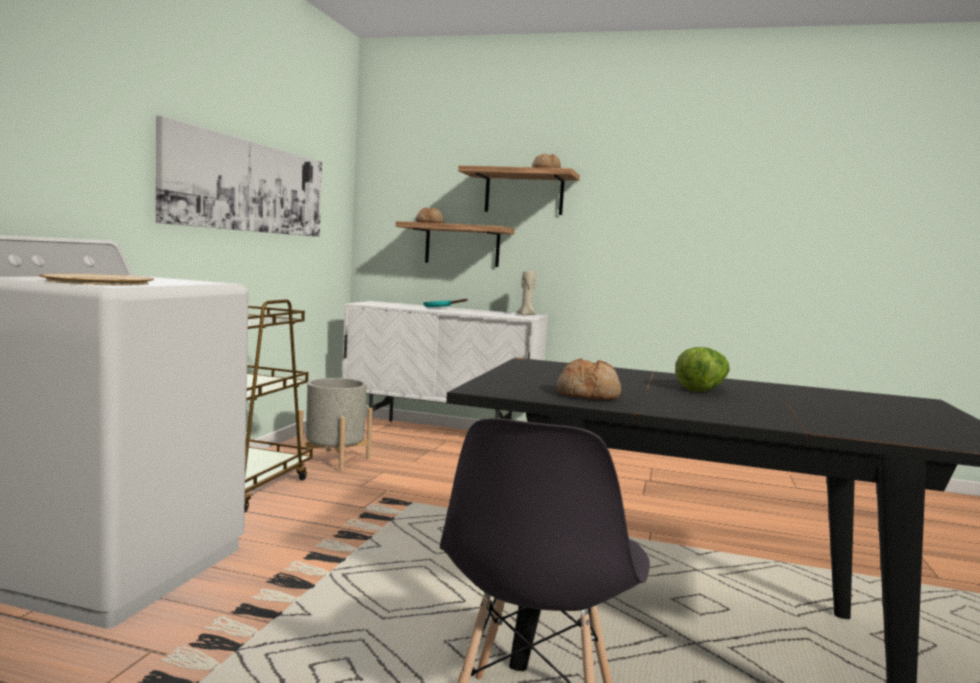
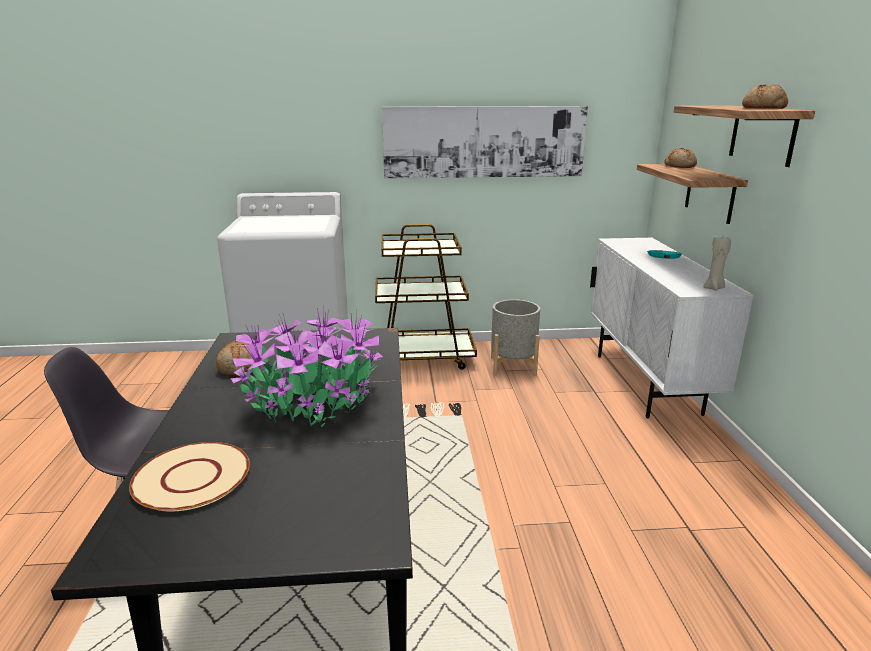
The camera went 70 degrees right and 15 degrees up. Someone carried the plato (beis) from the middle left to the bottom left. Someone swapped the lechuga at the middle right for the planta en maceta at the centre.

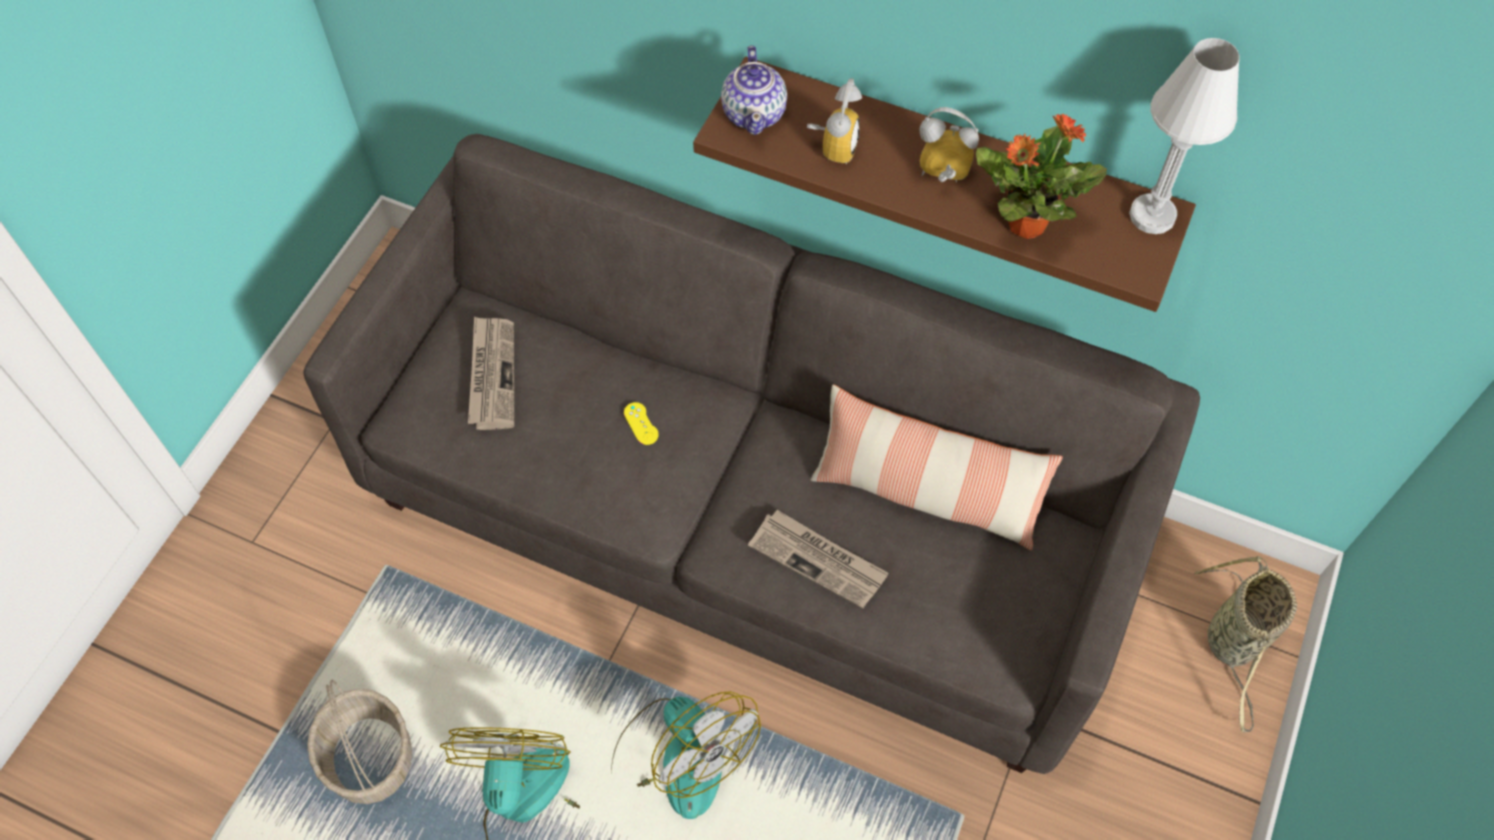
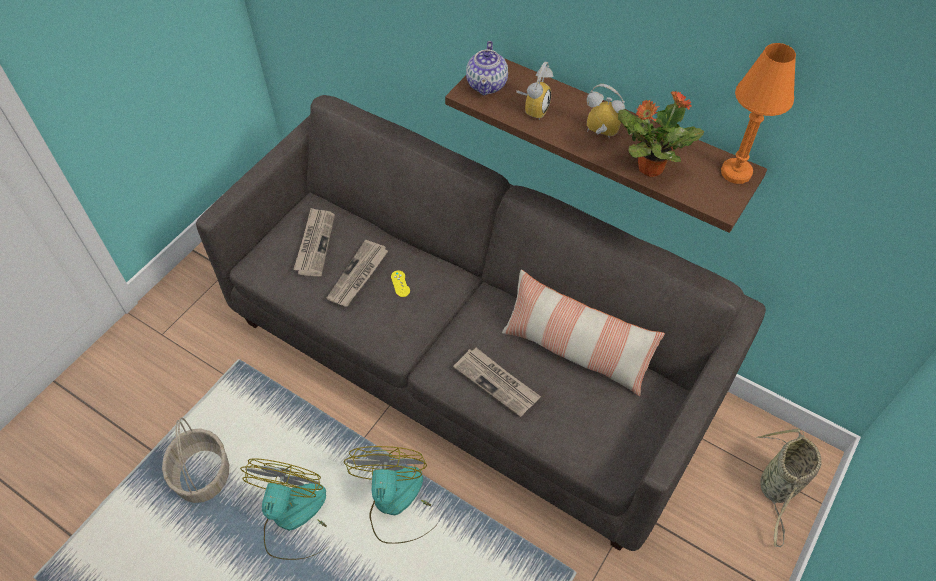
The camera went 10 degrees right and 5 degrees down. Someone rotated the ventilador (no. 2 from left) at the bottom centre by 150 degrees counterclockwise. Someone repainted the lámpara de mesa (blanco) at the top right, which became the lámpara de mesa (naranja) at the top right. Someone put down the periódico (no. 2 from left) at the centre.

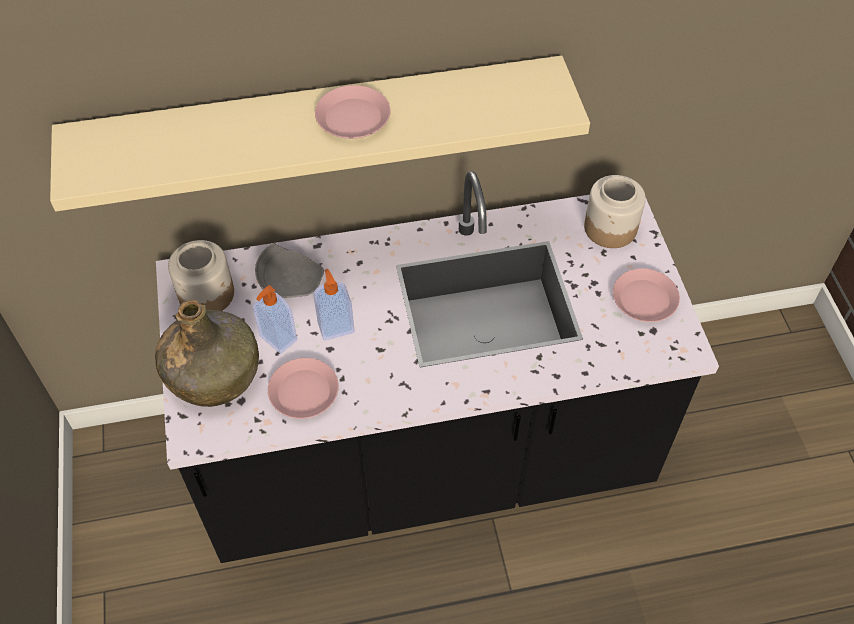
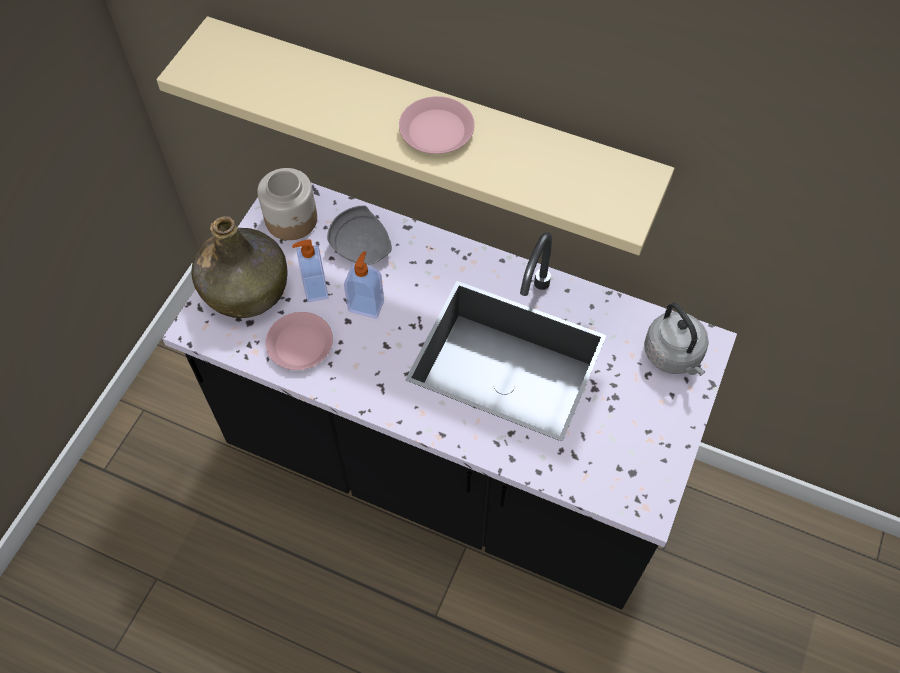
The camera went 35 degrees right and 5 degrees up. Someone swapped the tarro (no. 2 from left) at the middle right for the hervidor (gris) at the middle right. Someone took away the plato (rosa) (no. 3 from left) at the middle right.

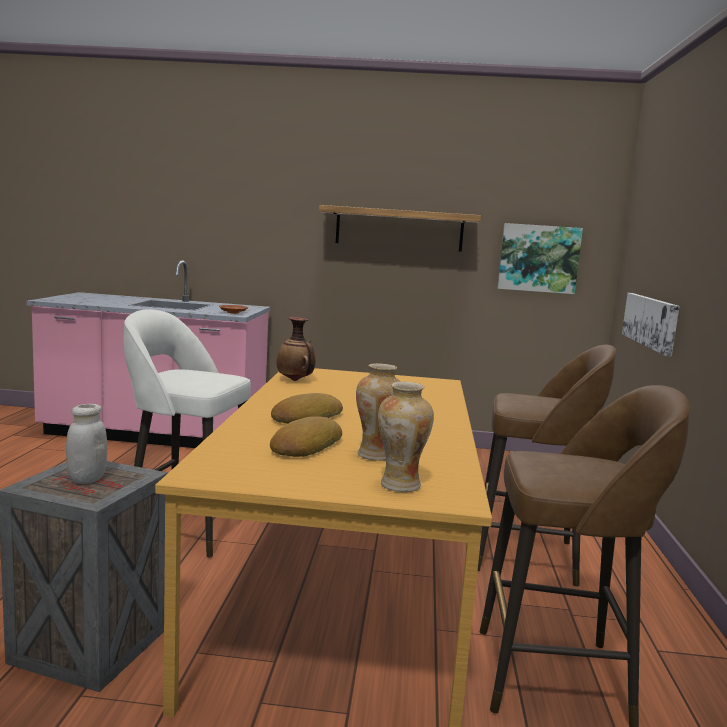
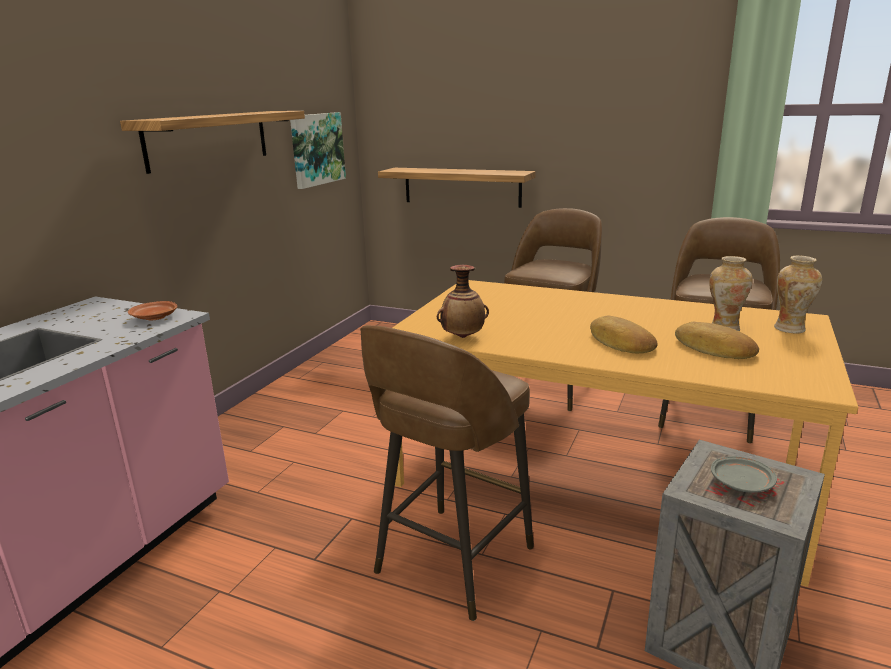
The camera went 70 degrees left and 10 degrees up. Someone swapped the tarro (blanco) at the middle left for the plato (gris) at the bottom right. Someone repainted the taburete (blanco) at the middle left, which became the taburete (marrón) (no. 1 from left) at the bottom centre. Someone swapped the cuadro (no. 2 from left) at the middle right for the estante (no. 2 from left) at the top centre.

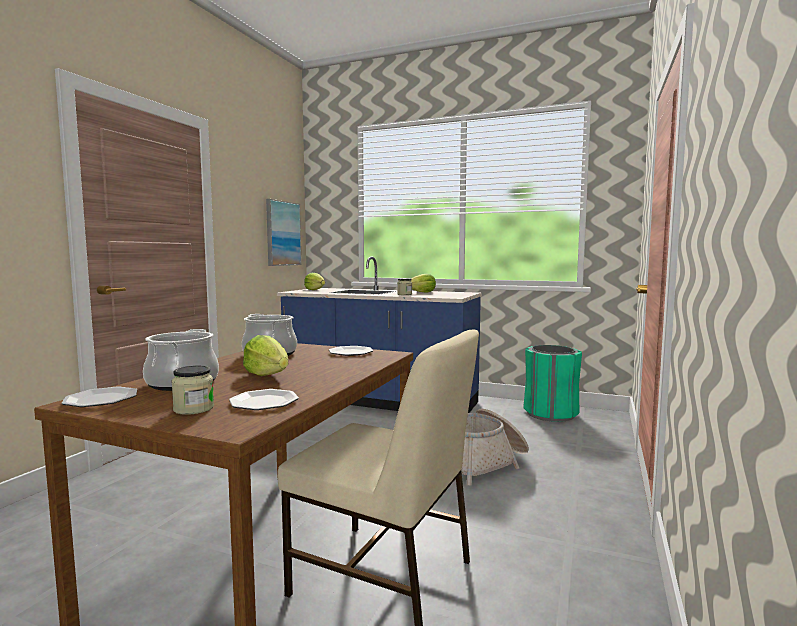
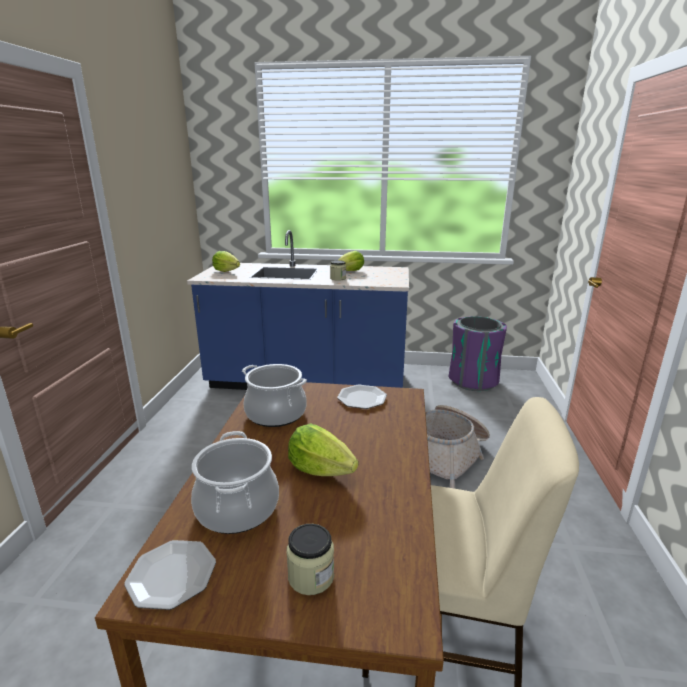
The camera went 15 degrees left and 15 degrees up. Someone took away the plato (no. 2 from left) at the middle left. Someone took away the cuadro at the centre. Someone repainted the papelera (verde) at the middle right, which became the papelera (morado) at the middle right.

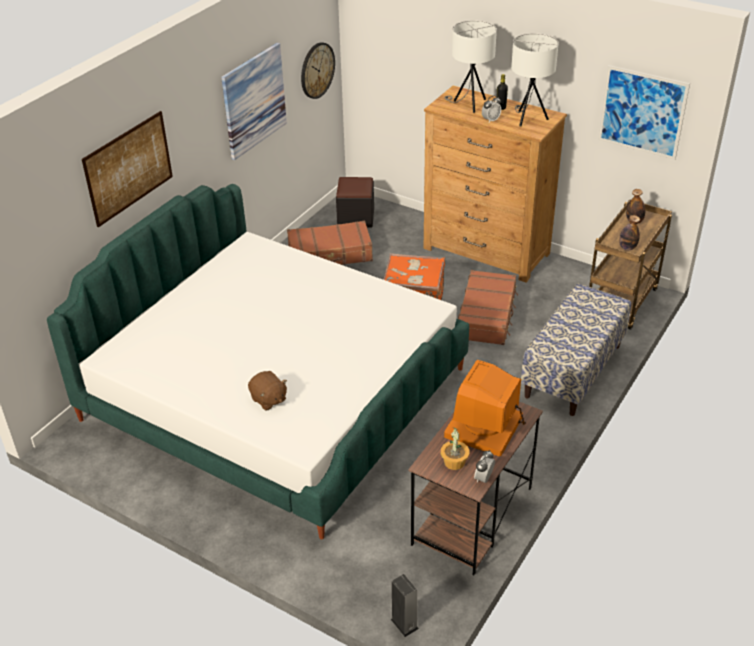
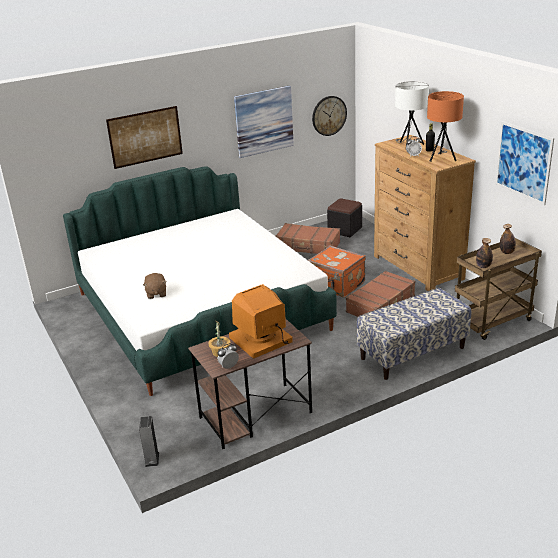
The camera went 30 degrees right and 10 degrees down. Someone repainted the lámpara de mesa (blanco) (no. 2 from left) at the top right, which became the lámpara de mesa (naranja) at the top right.

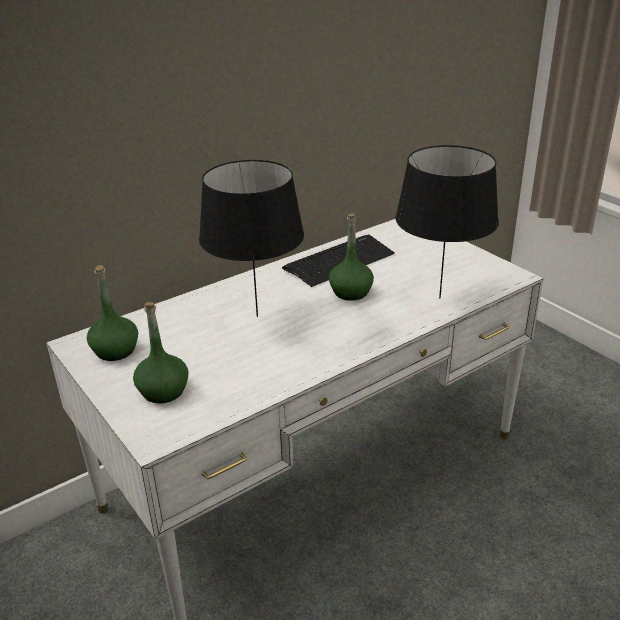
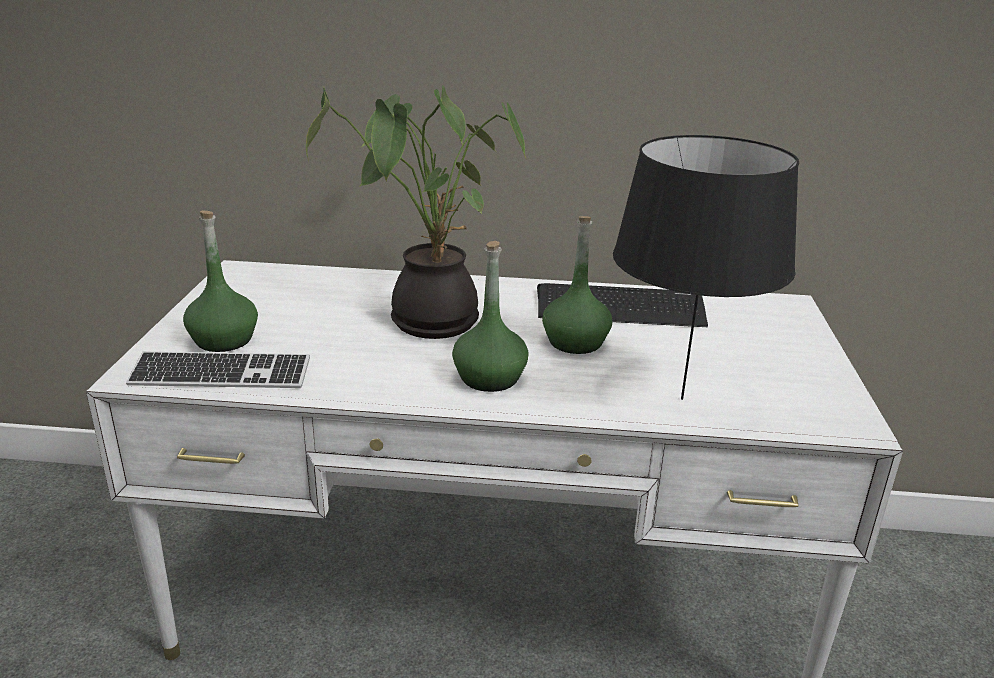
The camera went 40 degrees right and 5 degrees down. Someone carried the botella (verde) (no. 1 from left in the first image) from the middle left to the centre. Someone swapped the lámpara de mesa (negro) (no. 1 from left) at the centre for the planta en maceta at the top centre. Someone put down the teclado (no. 1 from left) at the middle left.

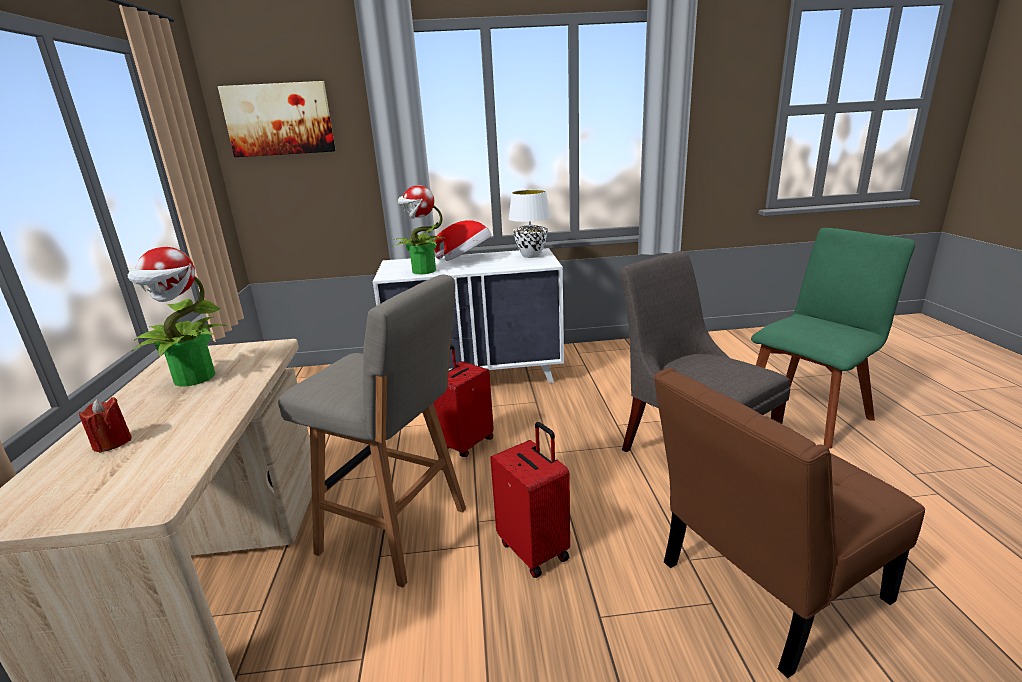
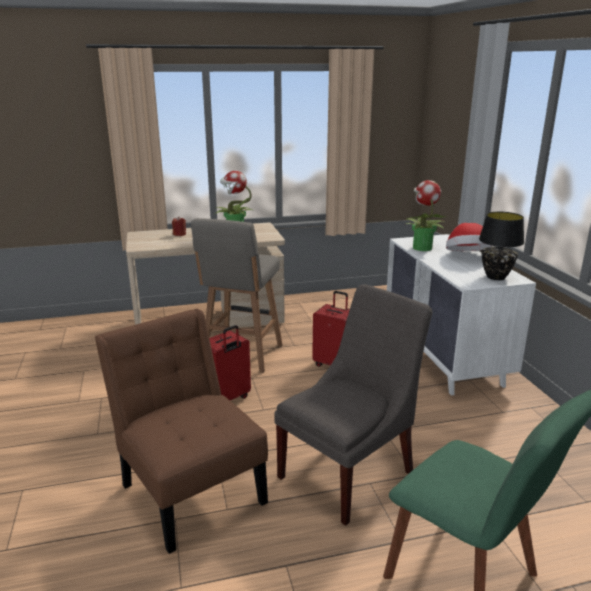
The camera went 80 degrees right and 0 degrees up. Someone took away the cuadro at the top left. Someone repainted the lámpara de mesa (blanco) at the top centre, which became the lámpara de mesa (negro) at the middle right.

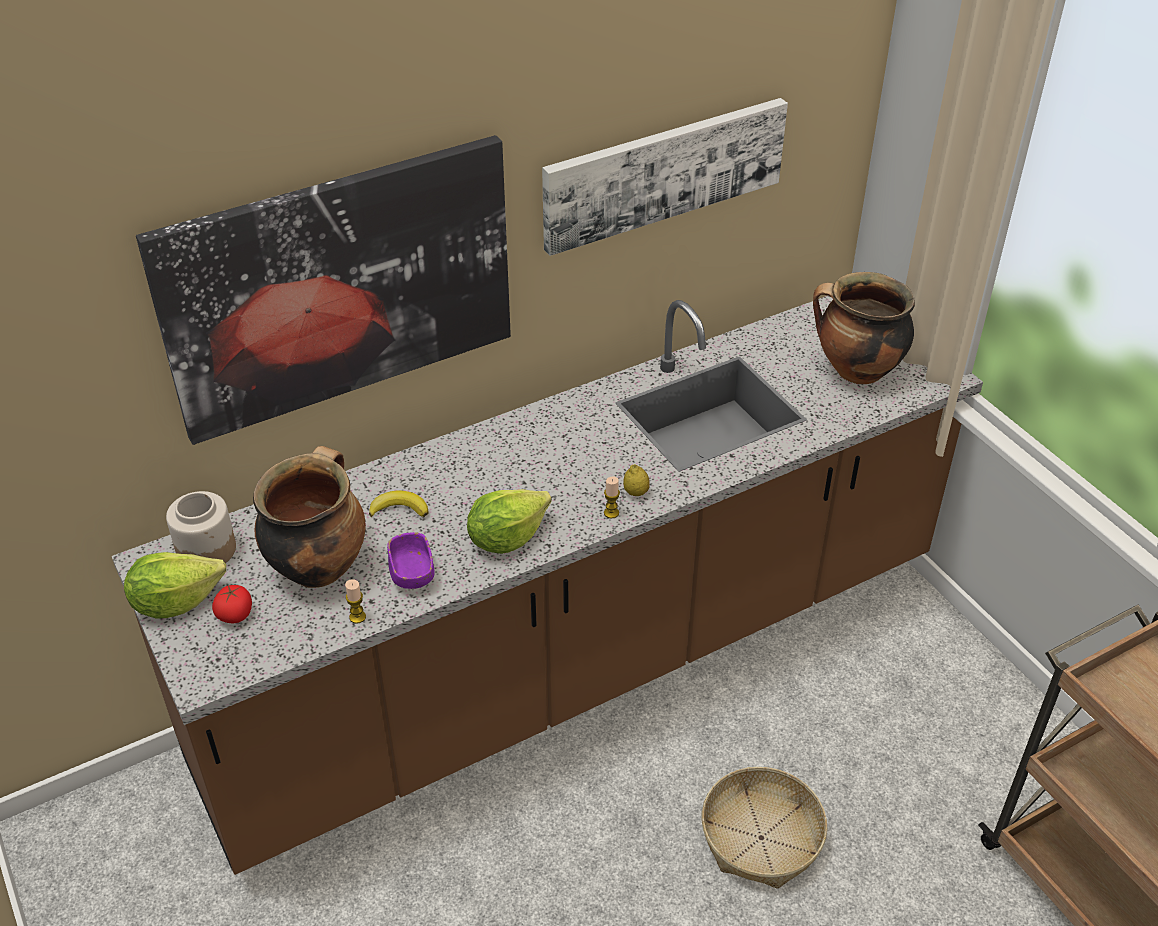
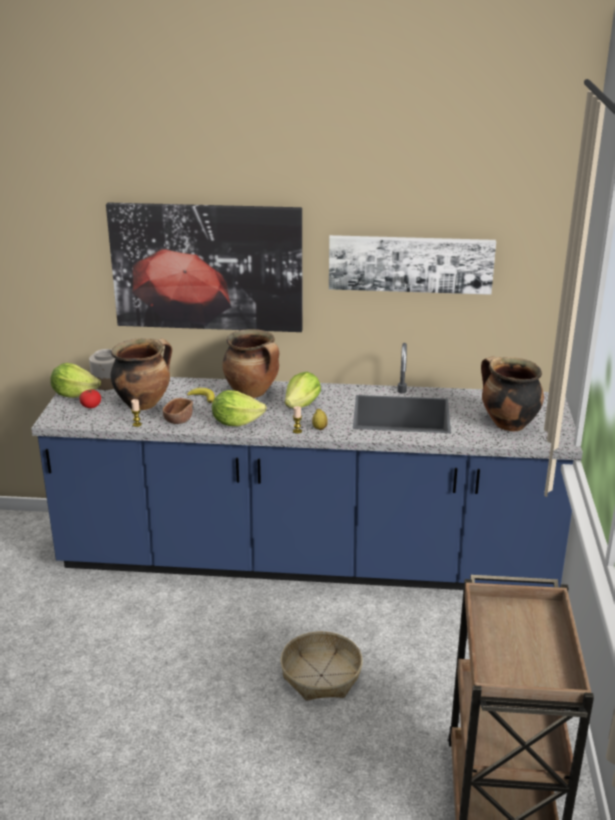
The camera went 35 degrees right and 15 degrees down. Someone repainted the mueble bajo de cocina (marrón) at the centre, which became the mueble bajo de cocina (azul) at the centre. Someone repainted the cuenco (morado) at the centre, which became the cuenco (marrón) at the middle left. Someone put down the olla (no. 2 from left) at the centre. Someone put down the lechuga (no. 3 from left) at the centre.

